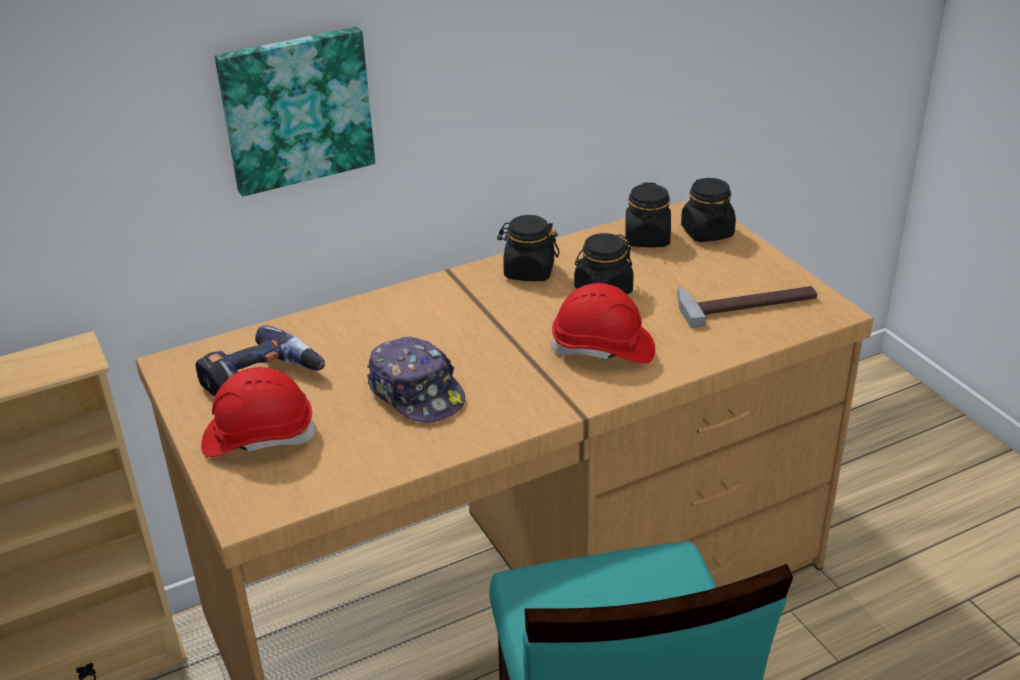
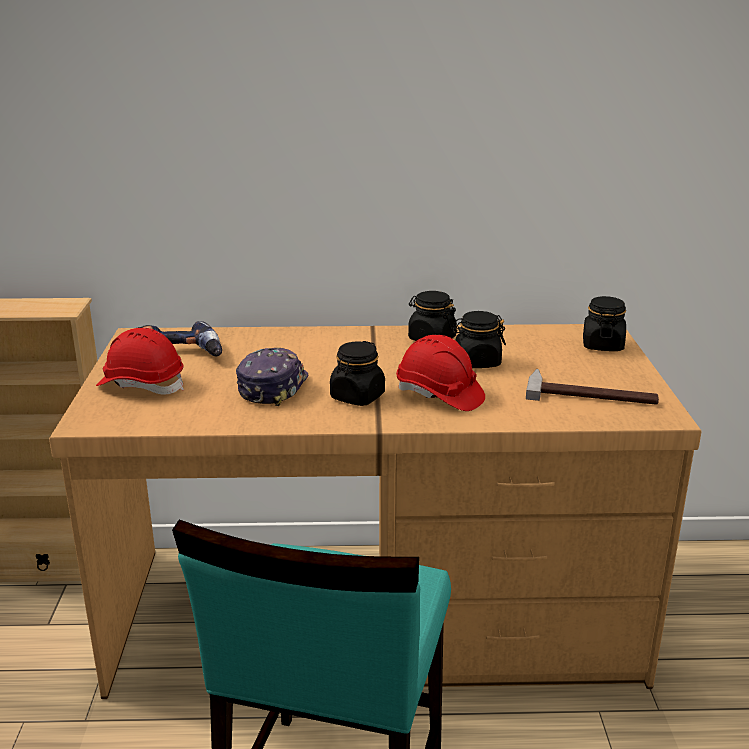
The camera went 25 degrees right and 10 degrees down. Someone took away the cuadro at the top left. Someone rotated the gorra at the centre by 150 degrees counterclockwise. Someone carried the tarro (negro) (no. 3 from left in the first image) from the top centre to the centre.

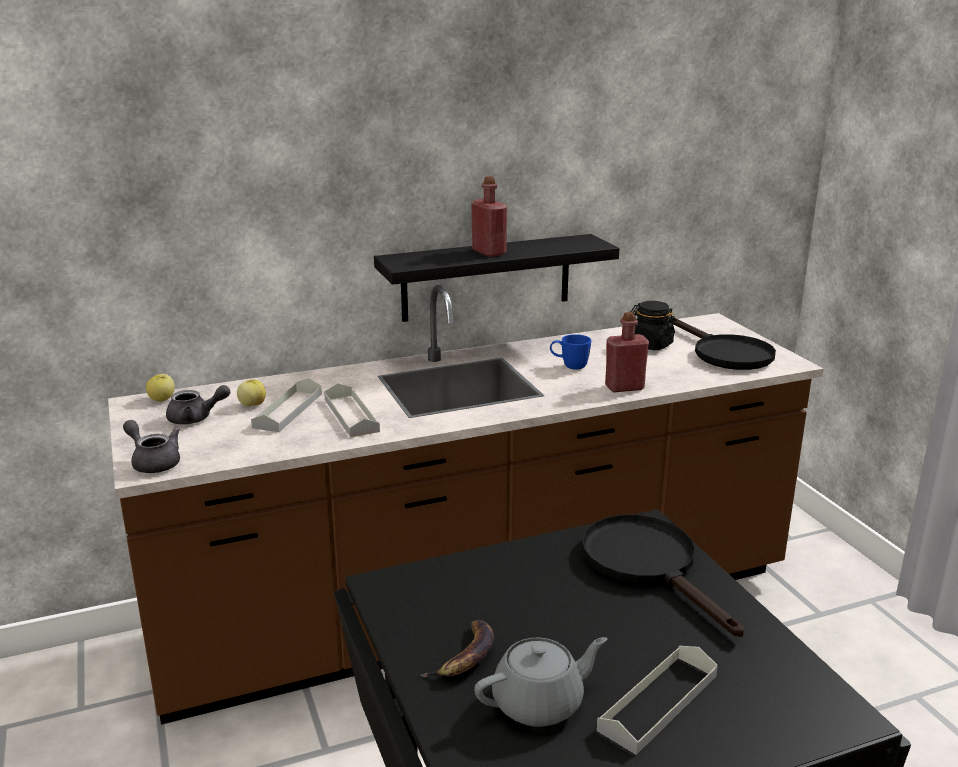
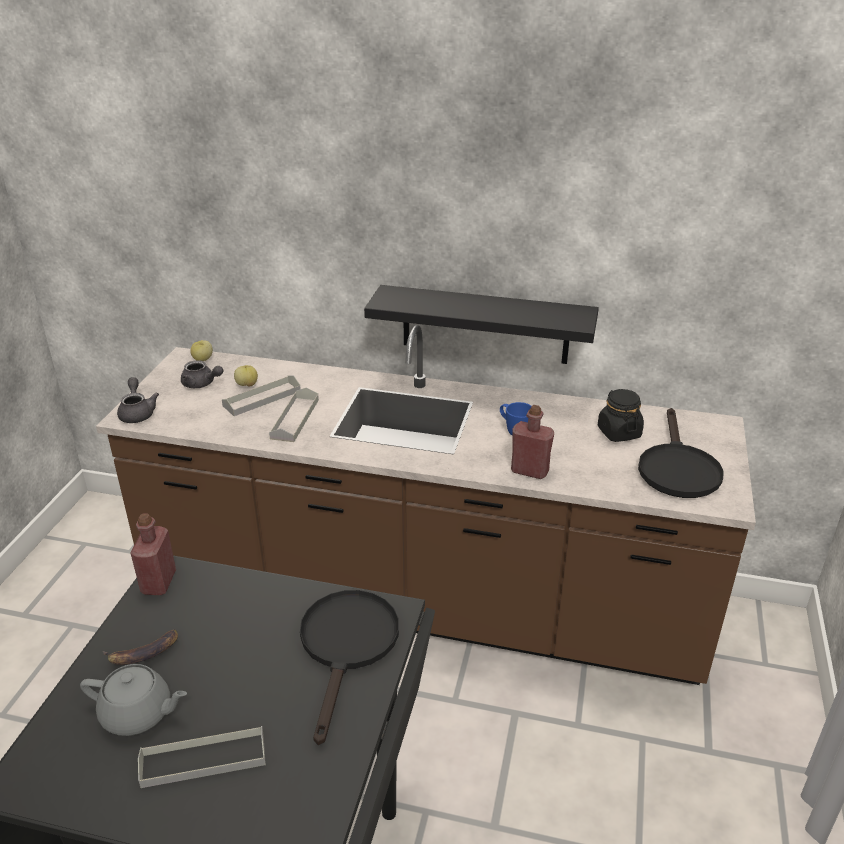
The camera went 35 degrees right and 10 degrees up. Someone carried the botella (rojo) (no. 1 from left) from the top centre to the middle left.

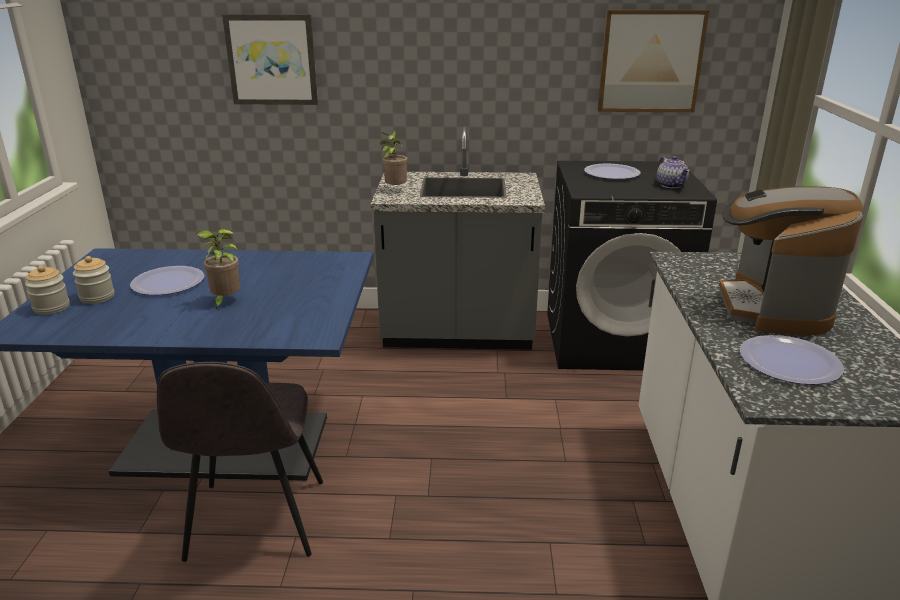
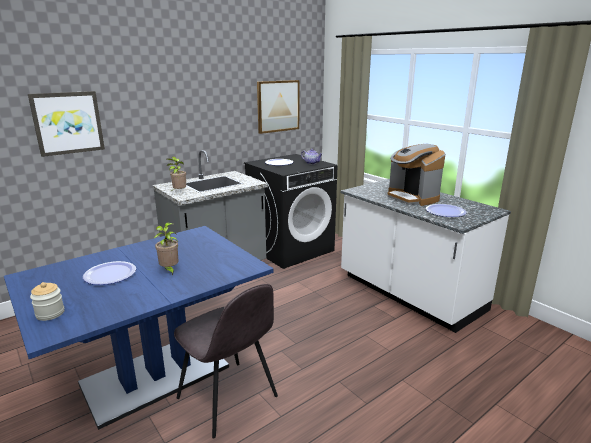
The camera went 40 degrees left and 5 degrees down. Someone took away the tarro (no. 2 from left) at the middle left.

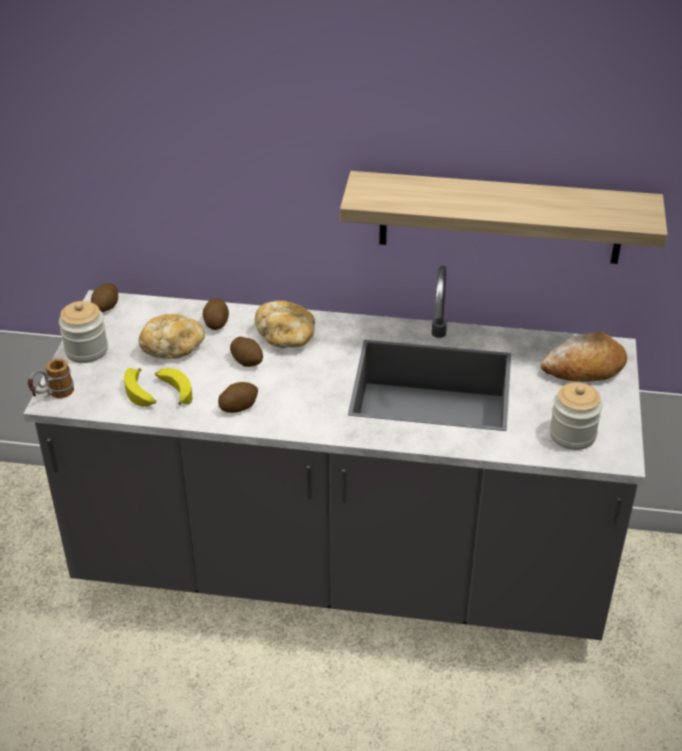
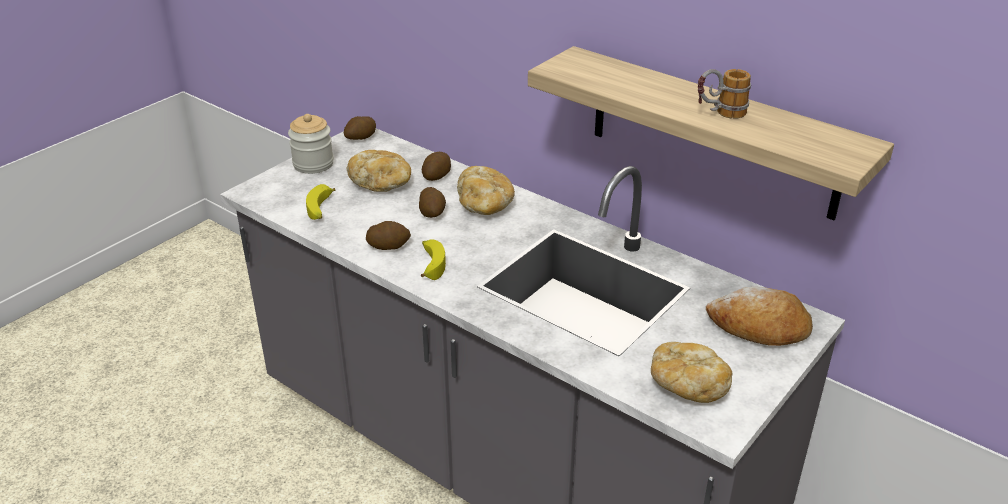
The camera went 30 degrees right and 5 degrees down. Someone carried the taza grande from the middle left to the top right. Someone carried the plátano (no. 2 from left) from the middle left to the centre. Someone swapped the tarro (no. 2 from left) at the middle right for the pan (no. 3 from left) at the bottom right.

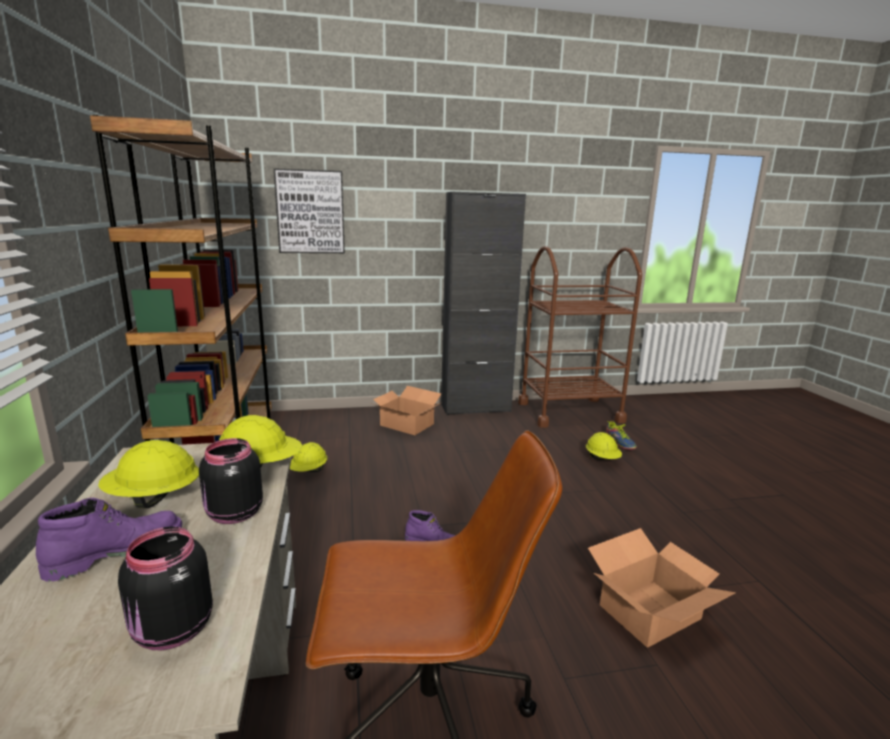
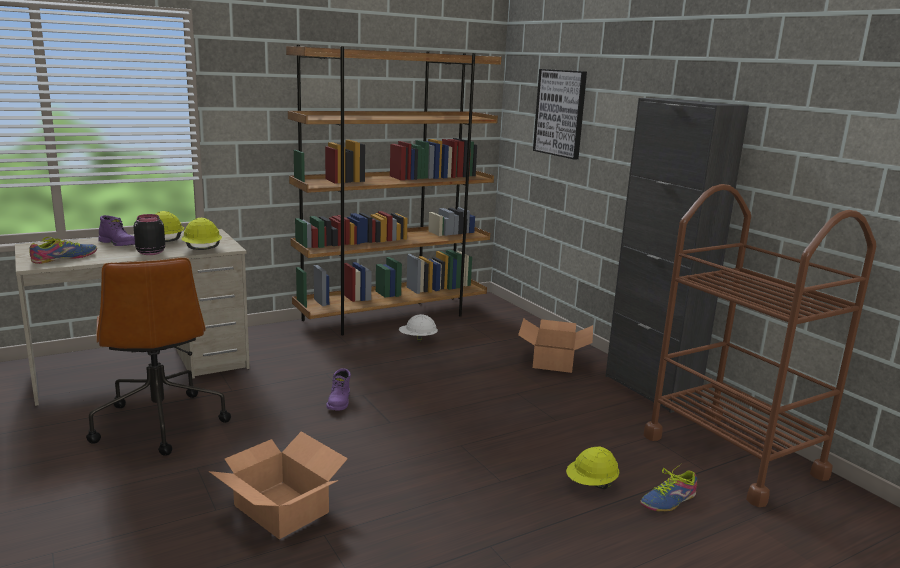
The camera went 70 degrees right and 0 degrees up. Someone swapped the tarro (negro) (no. 1 from left) at the bottom left for the zapato (no. 1 from left) at the middle left. Someone repainted the casco (amarillo) (no. 3 from left) at the centre, which became the casco (blanco) at the centre.

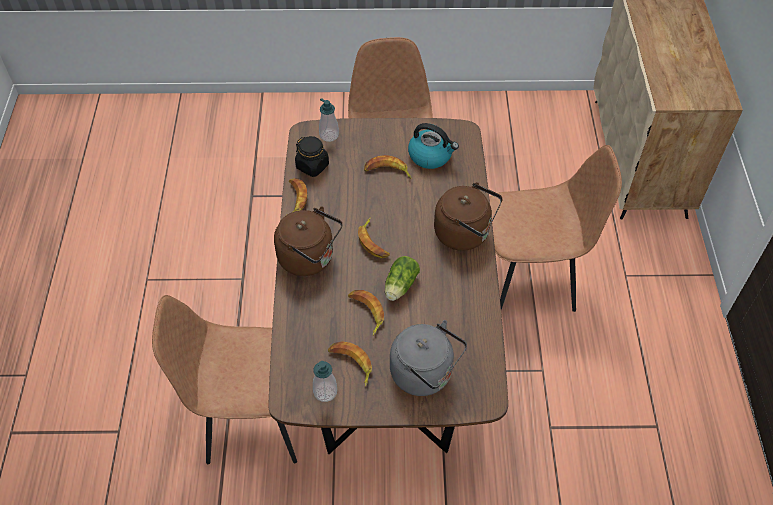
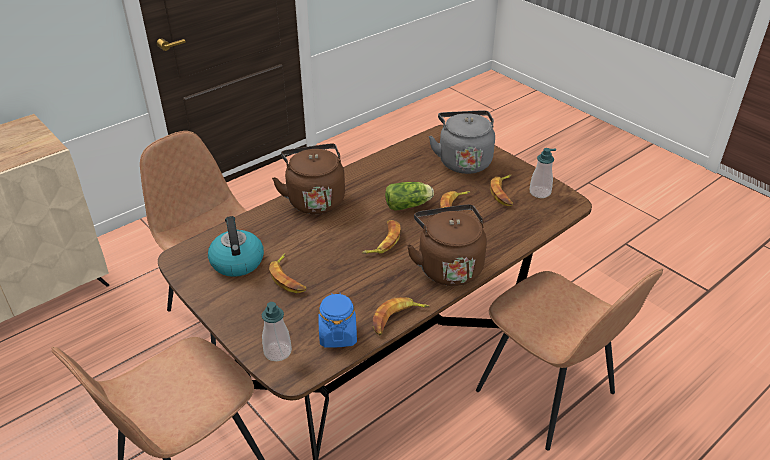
The camera went 130 degrees left and 15 degrees down. Someone repainted the tarro (negro) at the top centre, which became the tarro (azul) at the bottom centre.

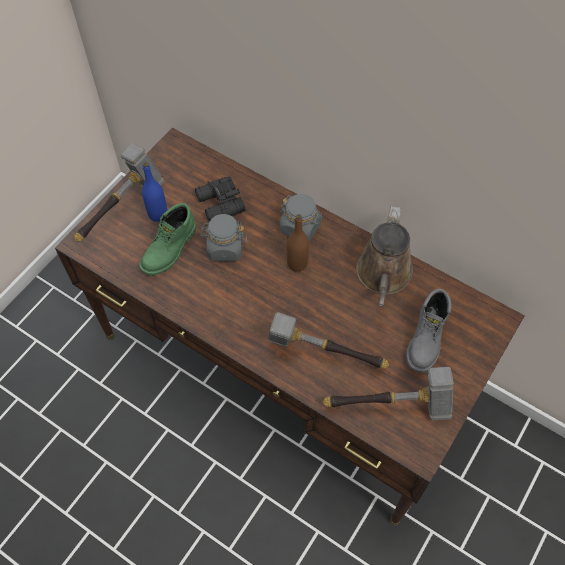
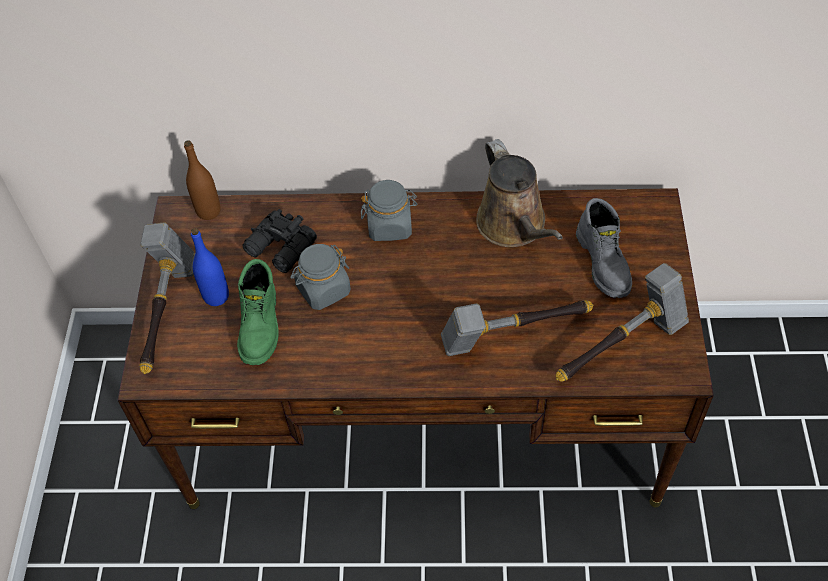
The camera went 30 degrees left and 5 degrees down. Someone carried the botella (marrón) from the centre to the top left.

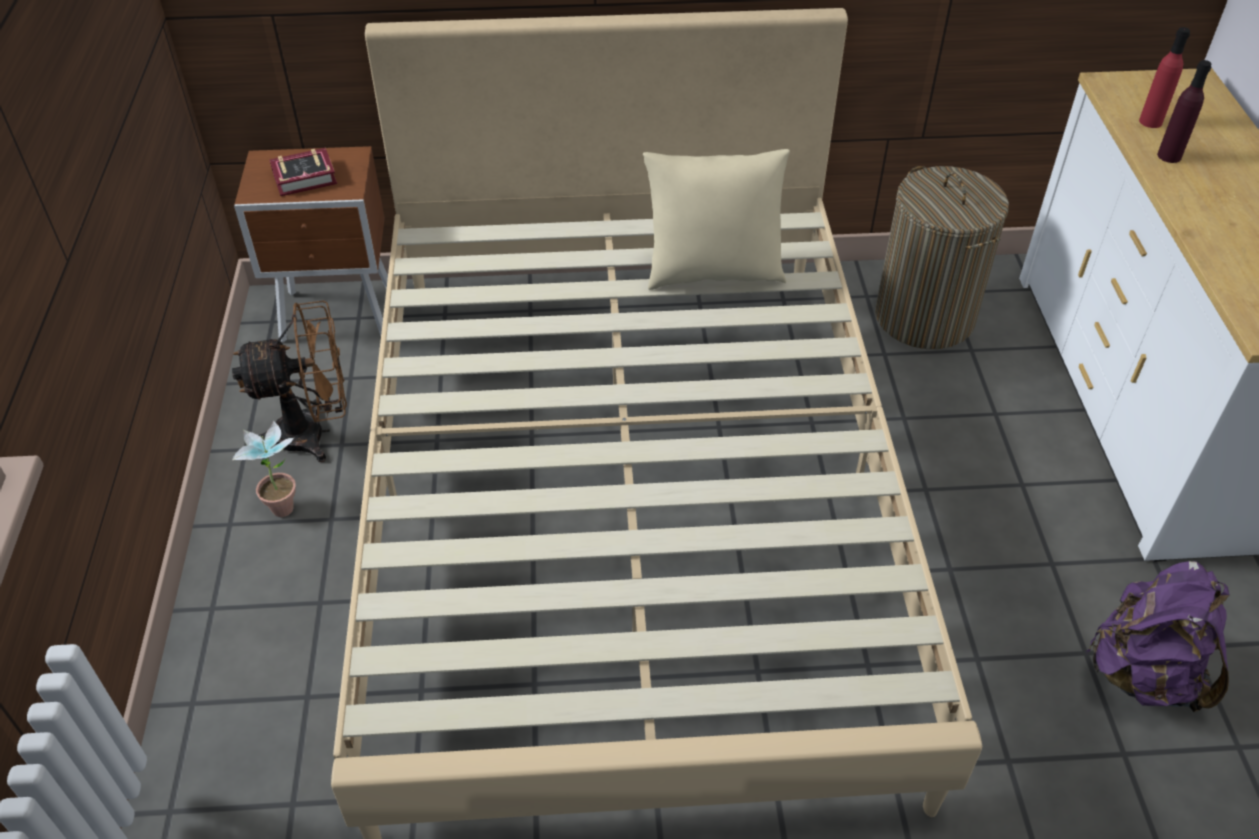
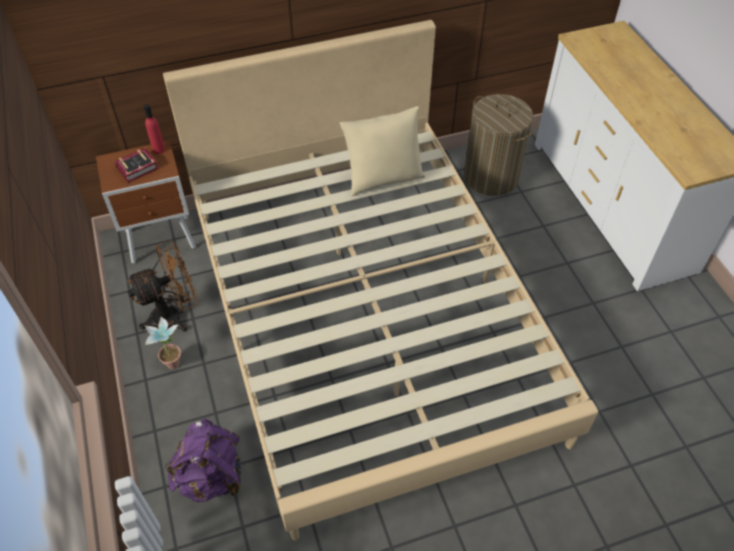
The camera went 15 degrees left and 5 degrees up. Someone carried the mochila (morado) from the bottom right to the bottom left. Someone carried the botella (rojo) from the top right to the top left. Someone took away the botella (morado) at the top right.

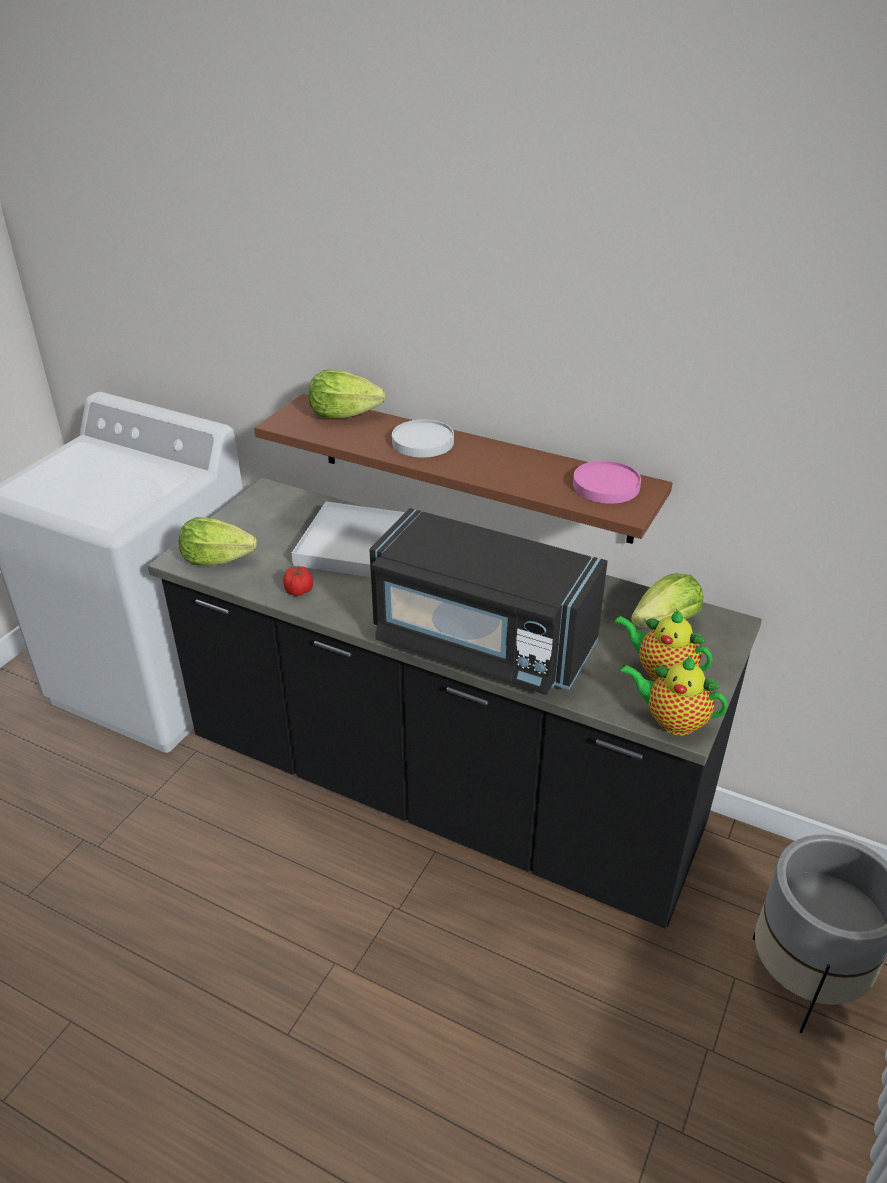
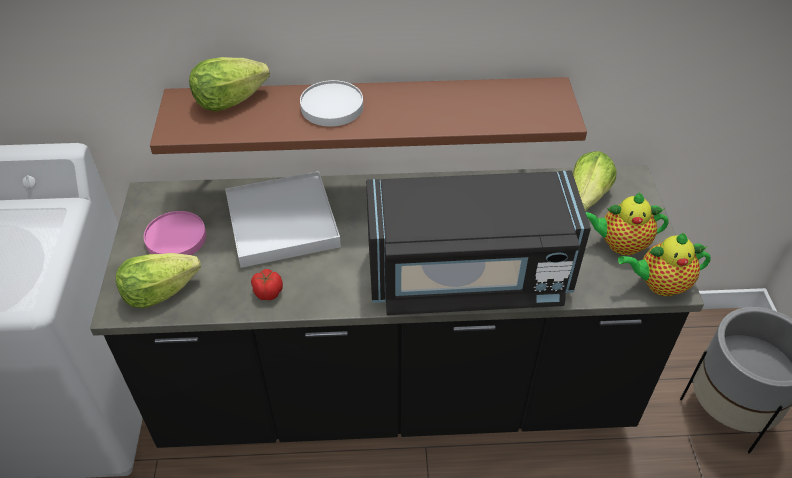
The camera went 30 degrees left and 10 degrees up. Someone carried the plato (rosa) from the middle right to the middle left.

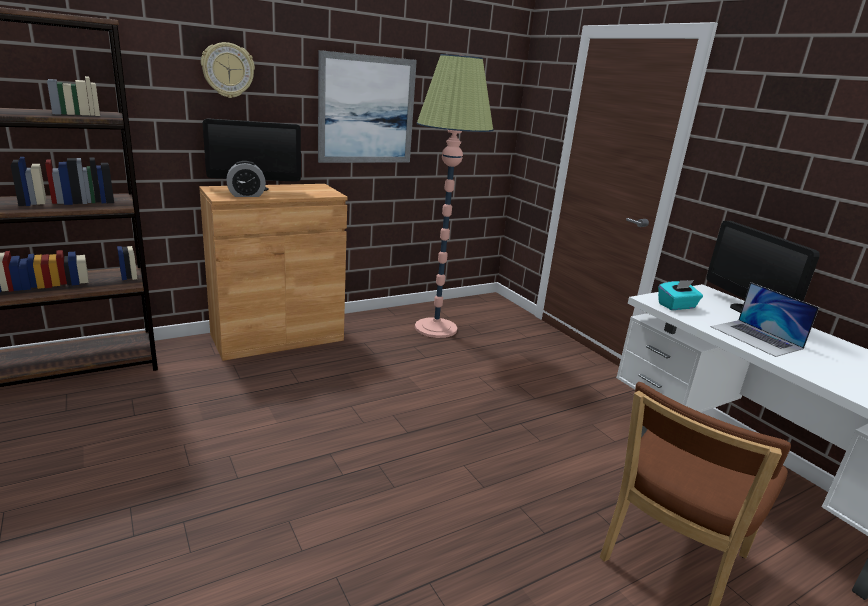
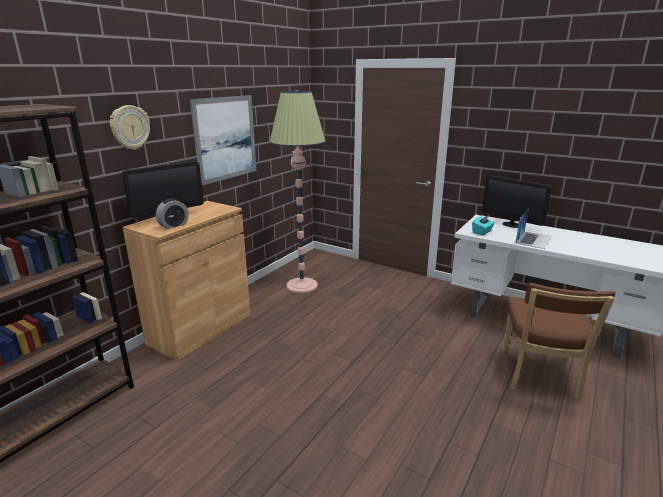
The camera went 25 degrees left and 0 degrees up. Someone rotated the portátil at the middle right by 90 degrees counterclockwise.

